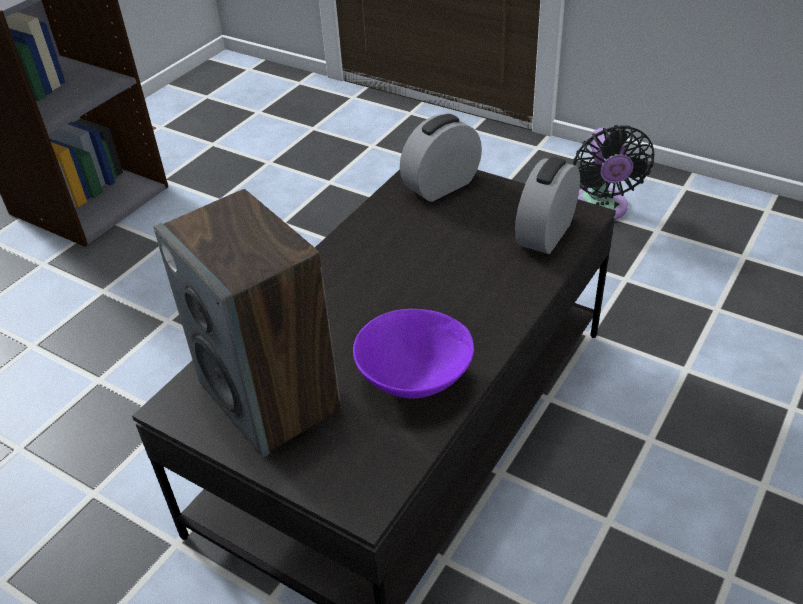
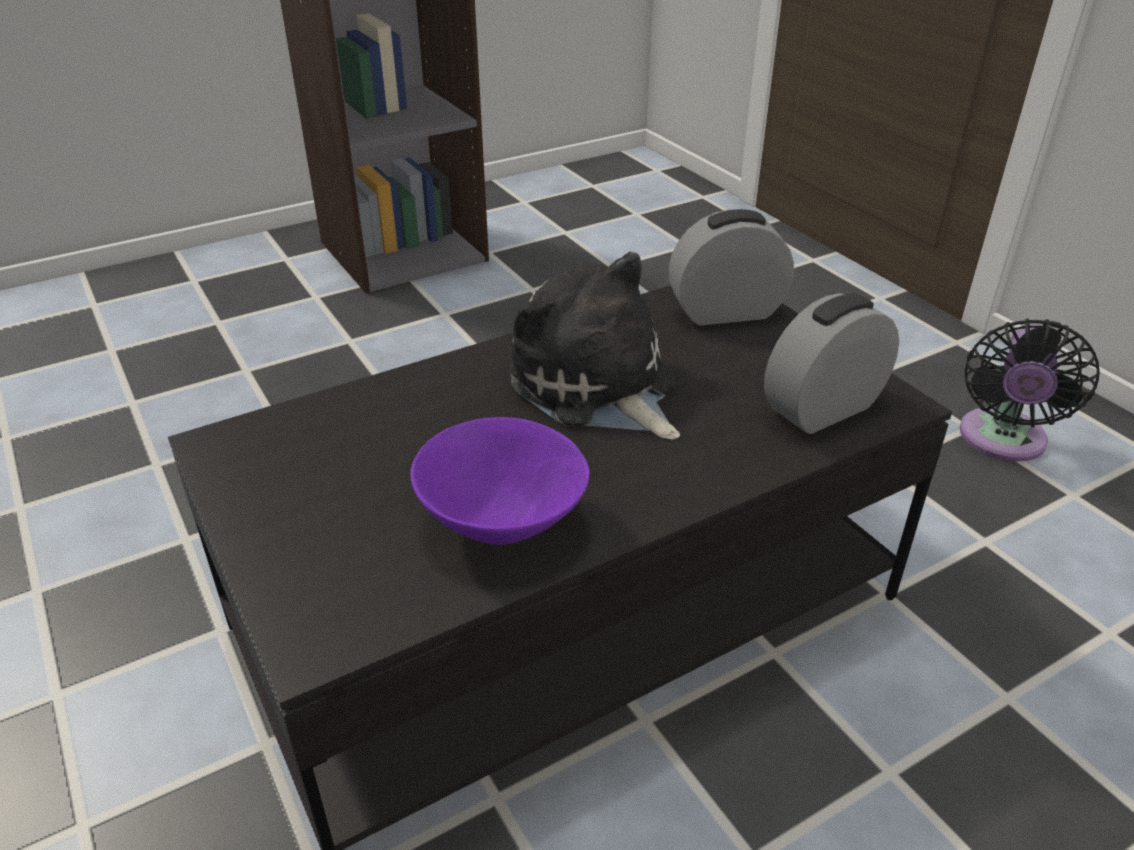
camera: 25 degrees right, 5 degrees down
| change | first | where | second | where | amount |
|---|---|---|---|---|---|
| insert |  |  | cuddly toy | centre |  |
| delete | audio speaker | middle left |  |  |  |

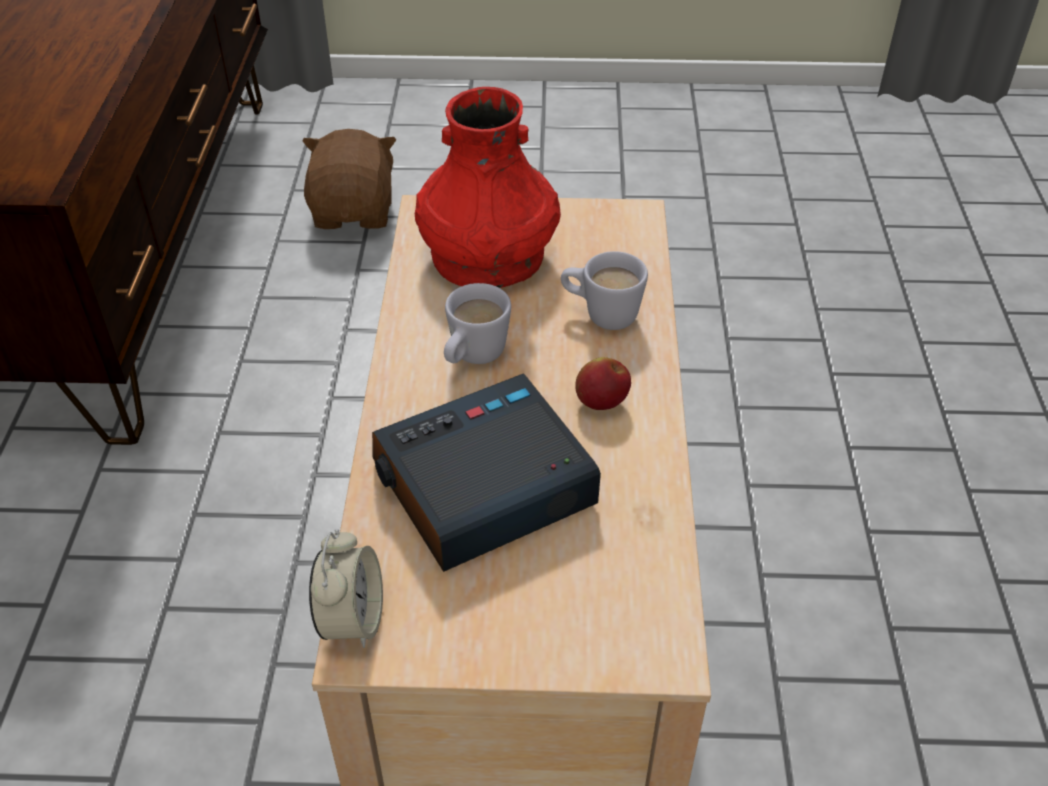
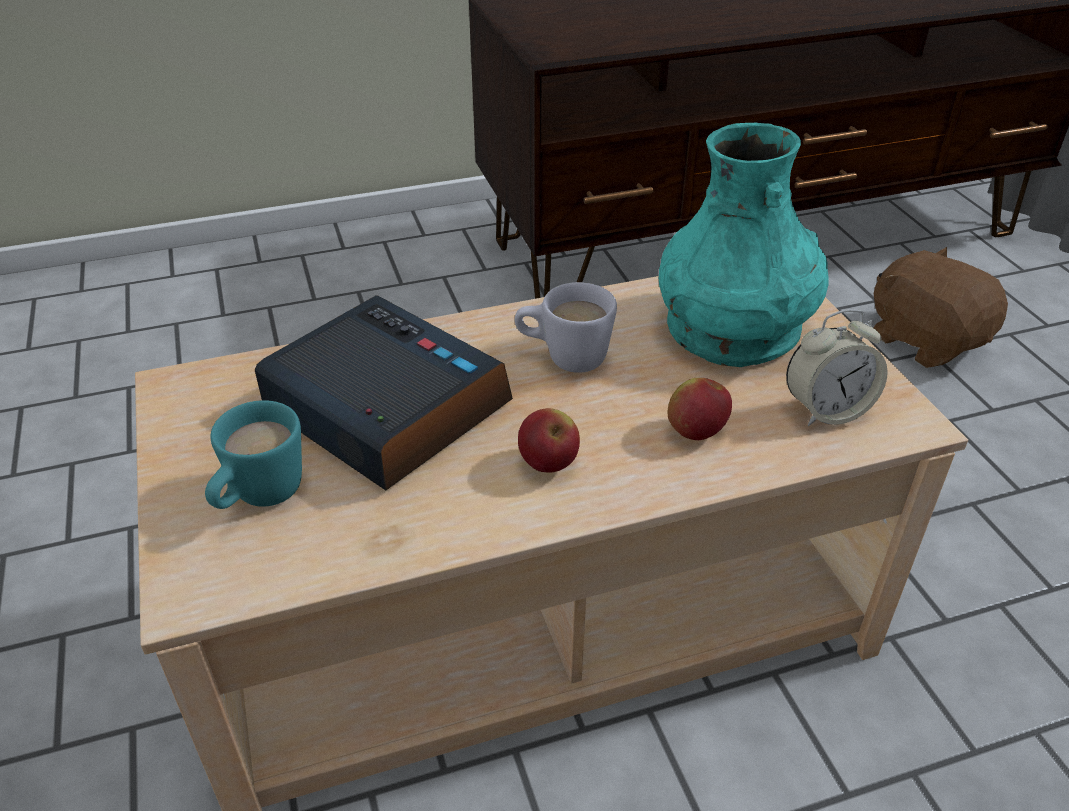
camera: 70 degrees right, 5 degrees down
| change | first | where | second | where | amount |
|---|---|---|---|---|---|
| insert |  |  | tea mug/blue-green | middle left |  |
| recolor | flower vase/reddish | top centre | flower vase/blue-green | top right |  |
| replace | tea mug/whitish (2nd from left) | centre | whole apple (2nd from left) | centre |  |
| move | bedside clock (1st from left in the first image) | bottom left | bedside clock (2nd from left) | middle right |  |
| rotate | cuddly toy/brown-coloured | top left |  | middle right | 105 degrees counterclockwise |

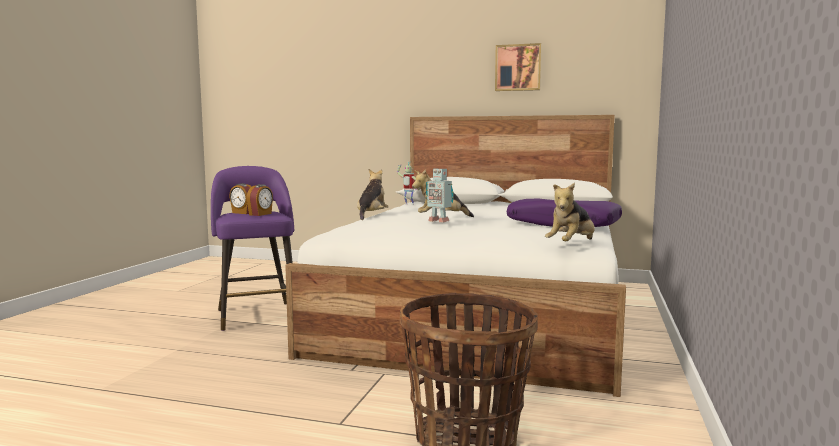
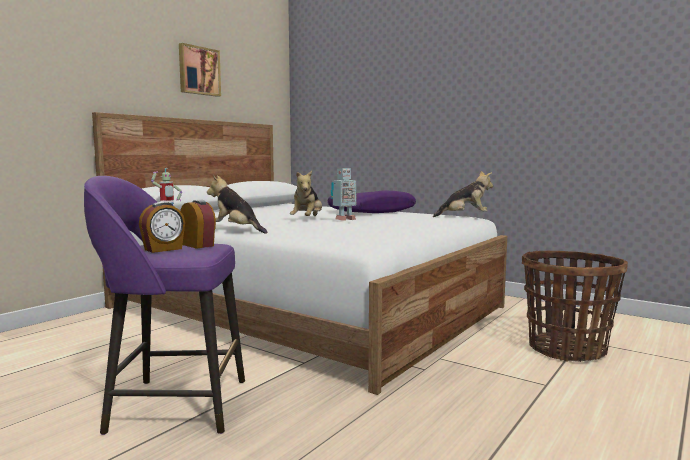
camera: 70 degrees left, 0 degrees up
| change | first | where | second | where | amount |
|---|---|---|---|---|---|
| rotate | cuddly toy (3rd from left) | middle right |  | middle right | 60 degrees counterclockwise |

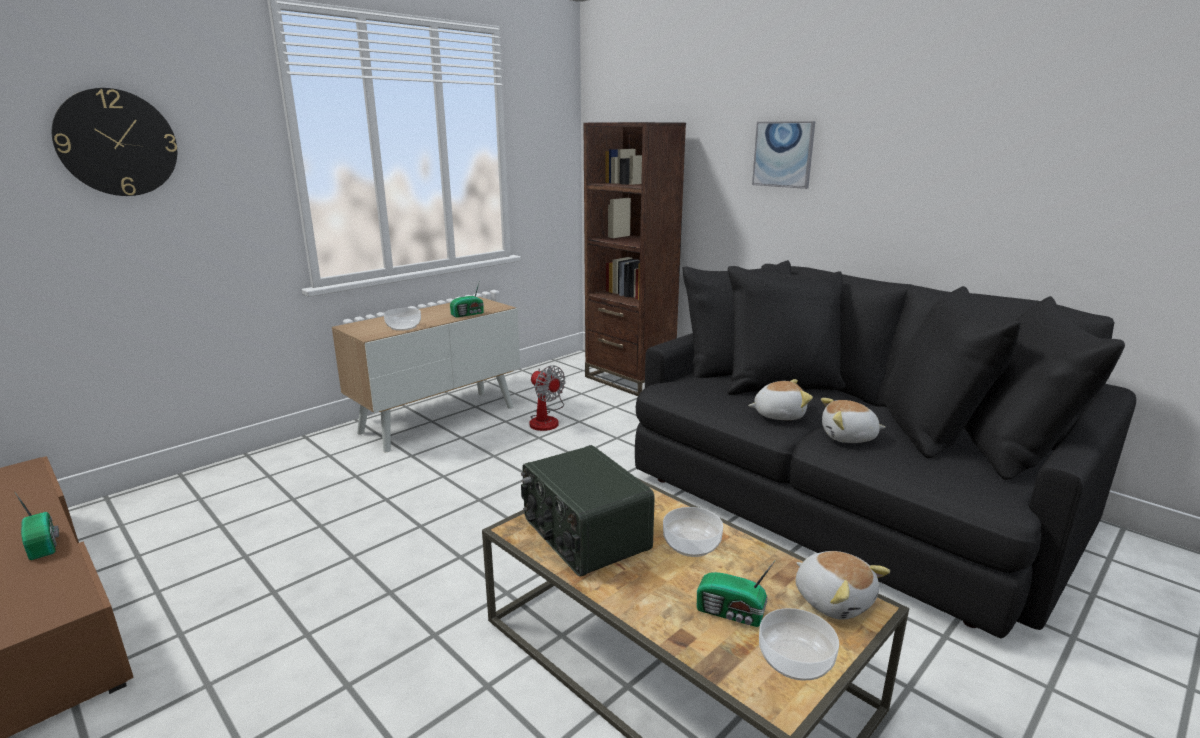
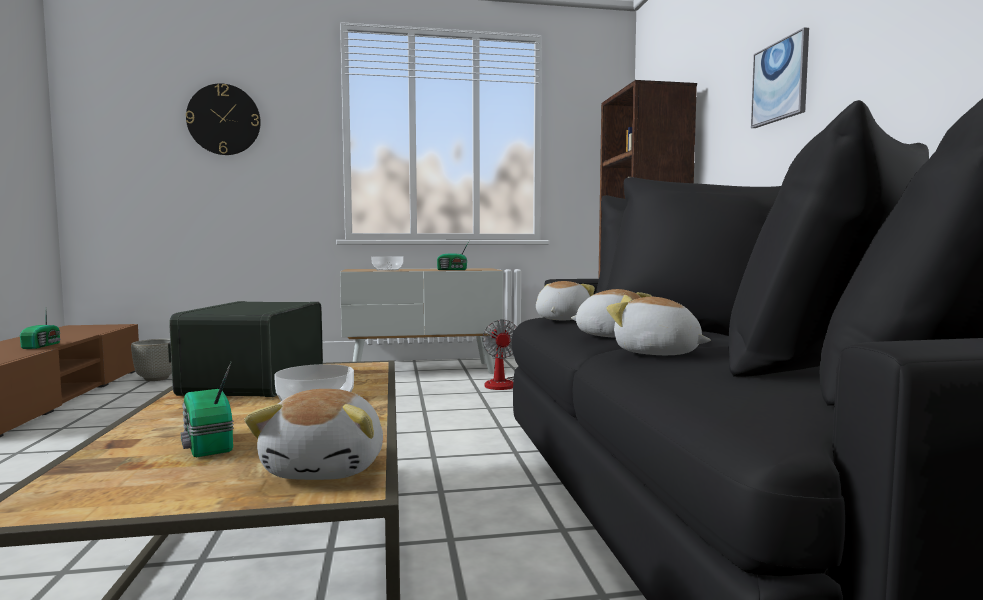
camera: 35 degrees right, 15 degrees down
| change | first | where | second | where | amount |
|---|---|---|---|---|---|
| insert |  |  | plant pot/greyish | middle left |  |
| insert |  |  | cuddly toy (2nd from left) | centre |  |
| delete | serving bowl (3rd from left) | bottom centre |  |  |  |

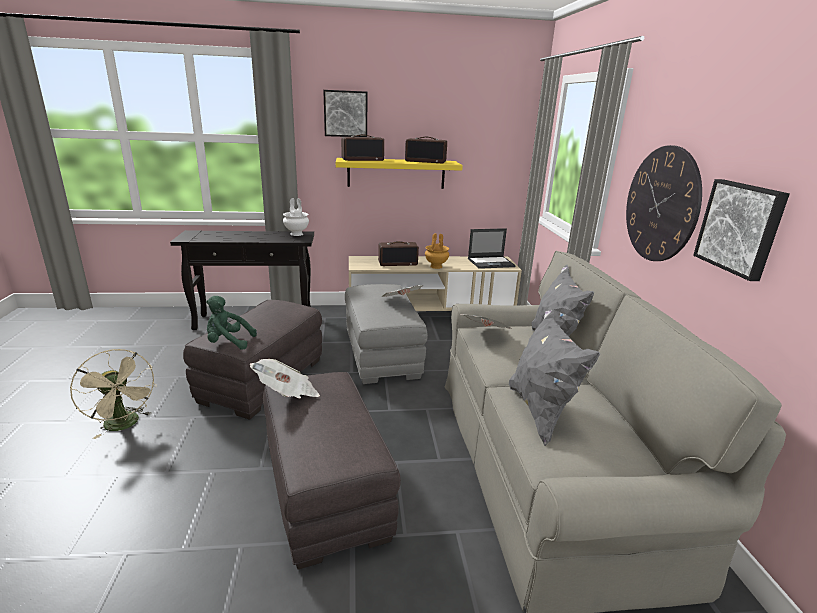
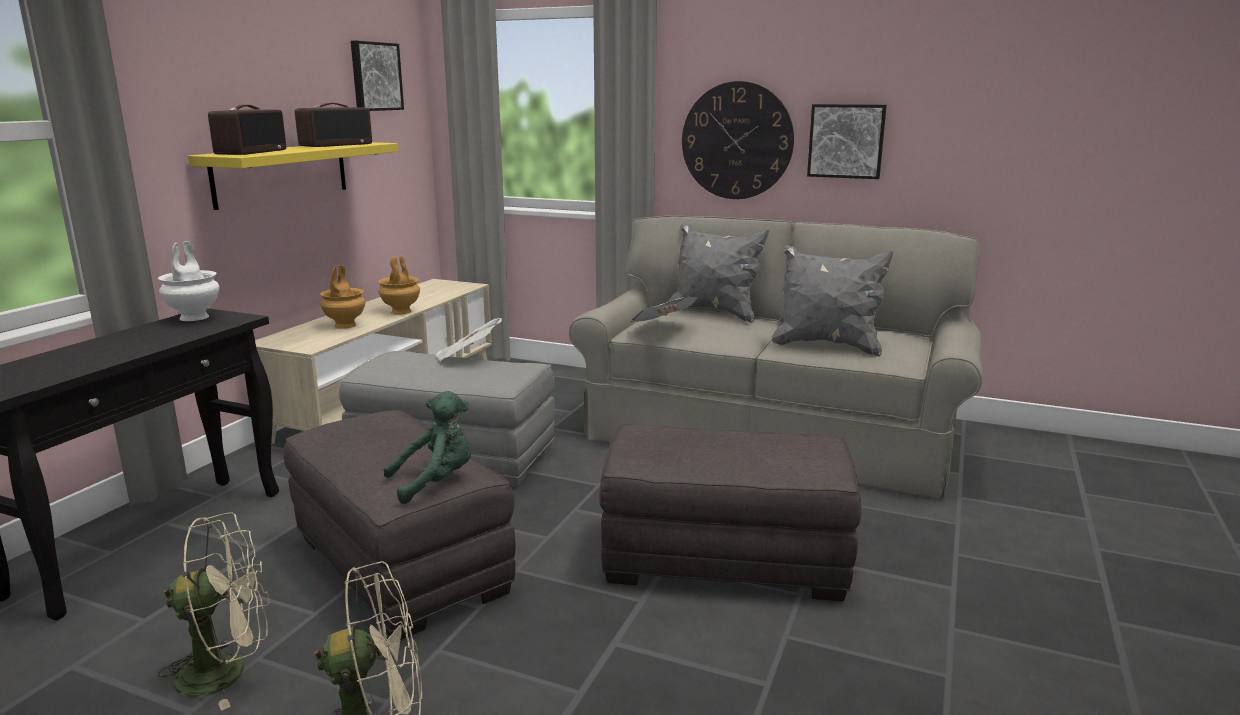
camera: 60 degrees left, 5 degrees down
| change | first | where | second | where | amount |
|---|---|---|---|---|---|
| insert |  |  | fan/beige-coloured (1st from left) | bottom left |  |
| replace | radio set (2nd from left) | centre | flower vase/brown-coloured (1st from left) | middle left |  |
| move | wall picture (1st from left) | top centre |  | top left |  |
| rotate | cuddly toy/green | middle left |  | centre | 150 degrees counterclockwise |
| delete | newspaper (1st from left) | centre |  |  |  |
| delete | laptop | centre |  |  |  |

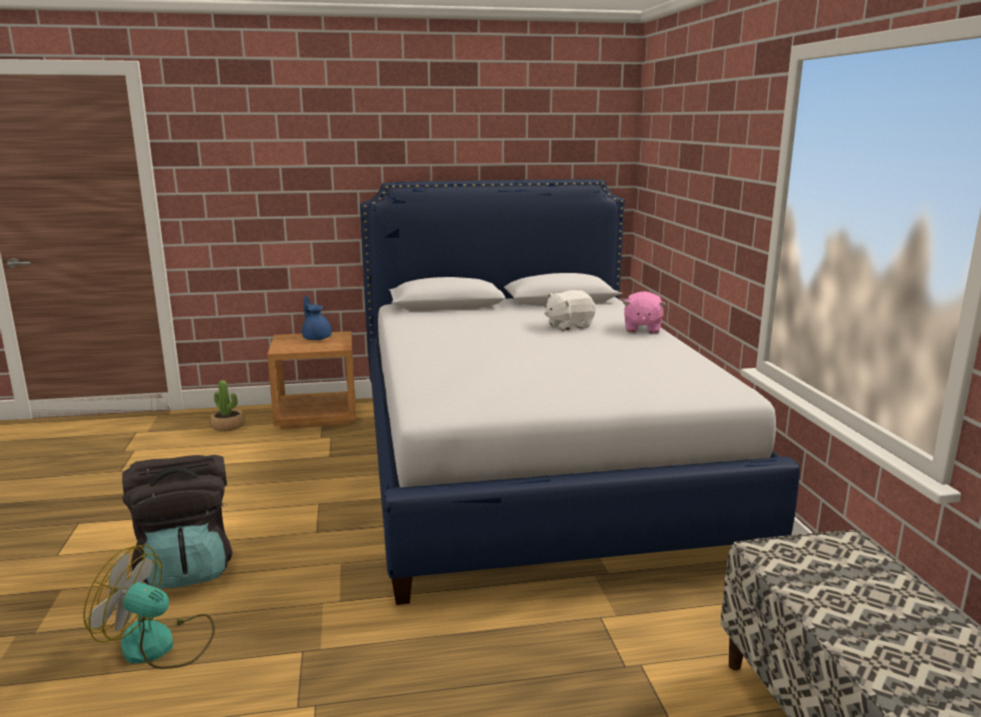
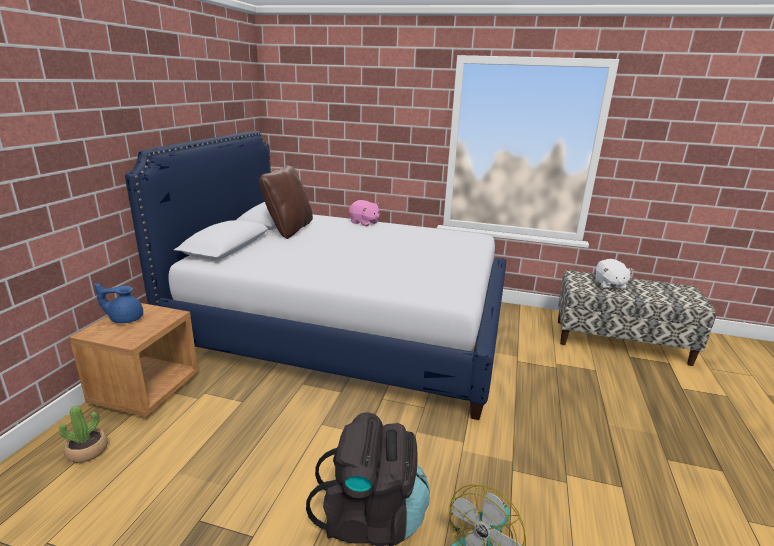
camera: 65 degrees left, 5 degrees up
| change | first | where | second | where | amount |
|---|---|---|---|---|---|
| insert |  |  | throw pillow/brown-coloured | centre |  |
| move | cuddly toy/whitish | centre |  | middle right |  |

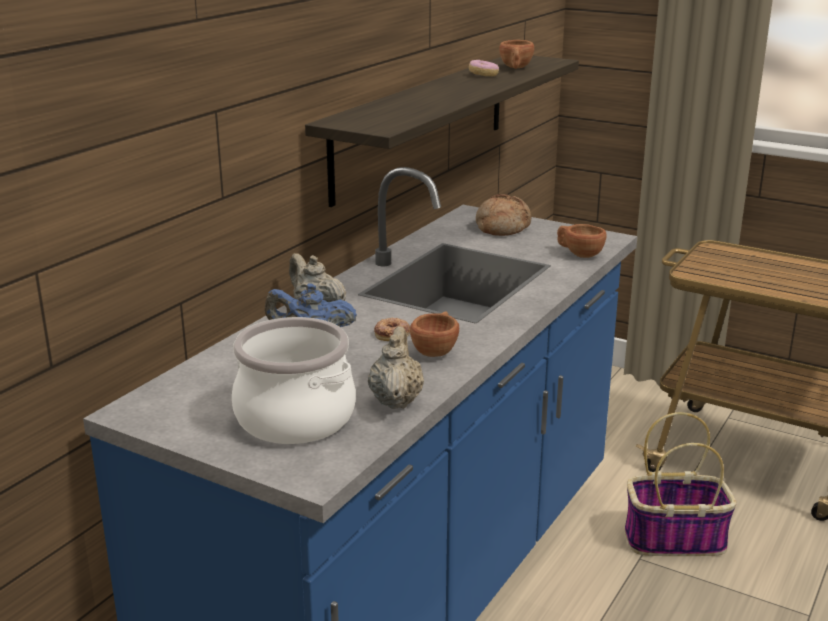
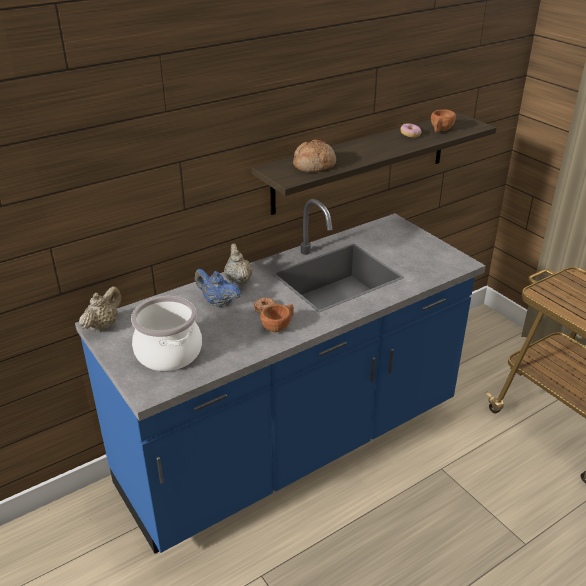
camera: 25 degrees right, 10 degrees up
| change | first | where | second | where | amount |
|---|---|---|---|---|---|
| move | pot for tea/beige-coloured (2nd from left in the first image) | centre | pot for tea/beige-coloured (1st from left) | middle left |  |
| move | bread | centre |  | top centre |  |
| delete | small cup/brown-coloured (3rd from left) | middle right |  |  |  |
| delete | household basket | bottom right |  |  |  |

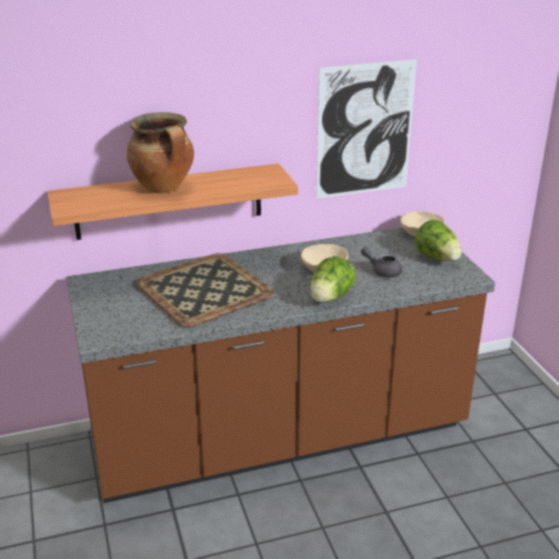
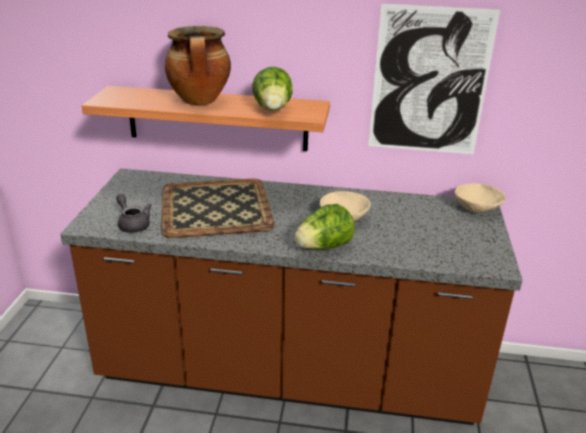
camera: 25 degrees right, 0 degrees up
| change | first | where | second | where | amount |
|---|---|---|---|---|---|
| move | pot for tea/greyish | middle right |  | middle left |  |
| move | lettuce (2nd from left in the first image) | middle right | lettuce (1st from left) | top centre |  |

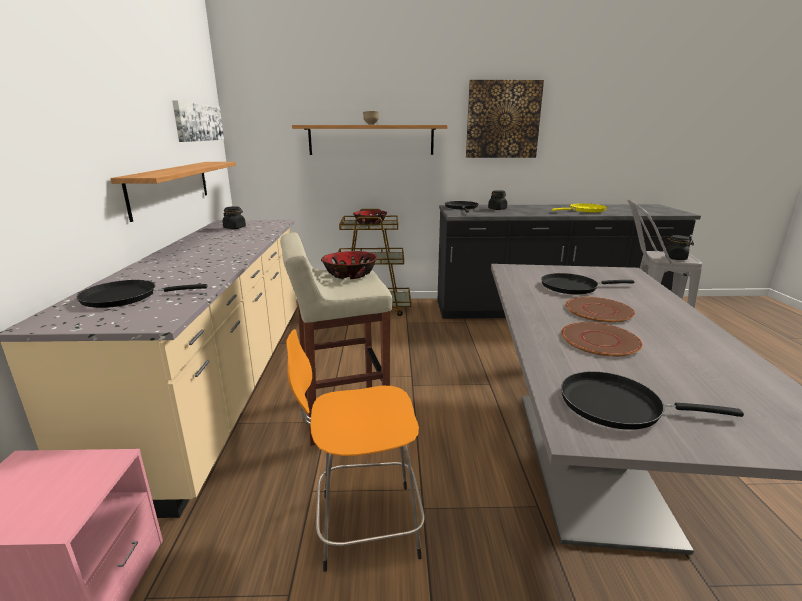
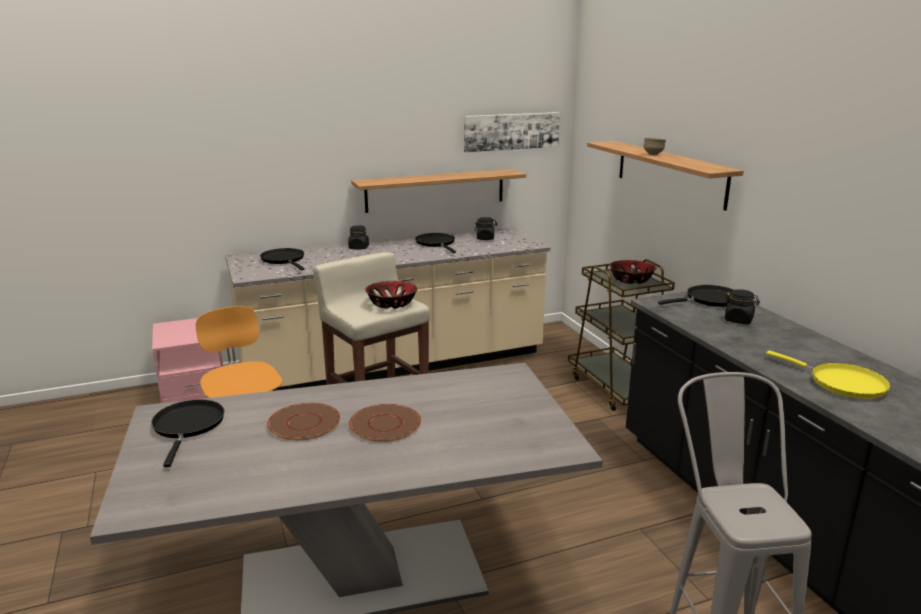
camera: 70 degrees right, 0 degrees up
| change | first | where | second | where | amount |
|---|---|---|---|---|---|
| move | storage jar/black (3rd from left in the first image) | middle right | storage jar/black (1st from left) | centre |  |
| move | frying pan/black (3rd from left) | middle right |  | centre |  |
| delete | wall picture (2nd from left) | top centre |  |  |  |

